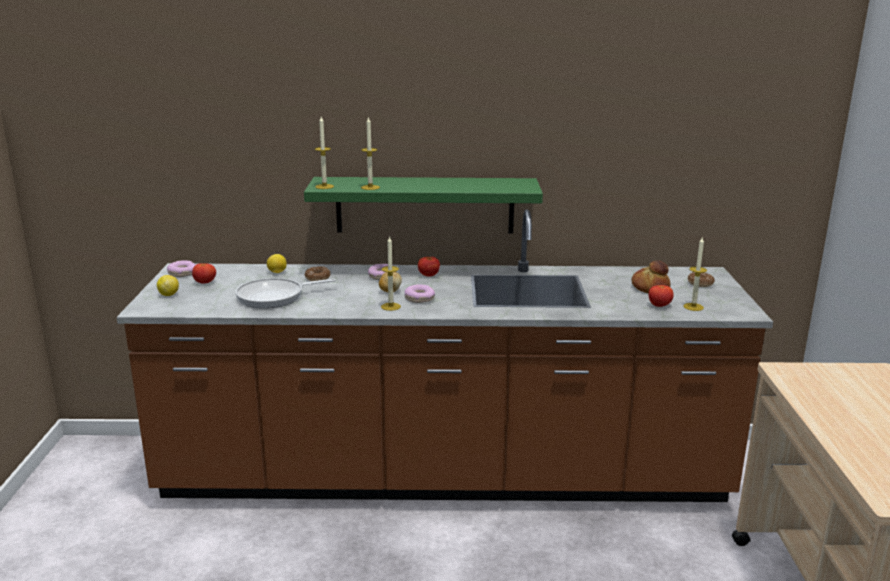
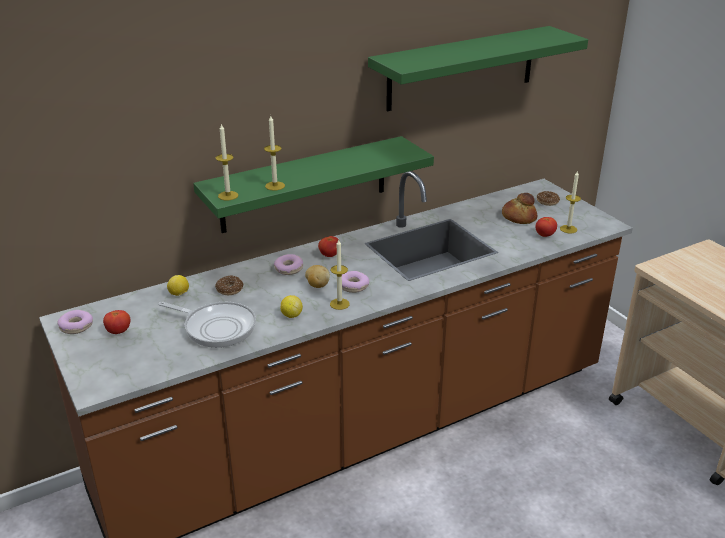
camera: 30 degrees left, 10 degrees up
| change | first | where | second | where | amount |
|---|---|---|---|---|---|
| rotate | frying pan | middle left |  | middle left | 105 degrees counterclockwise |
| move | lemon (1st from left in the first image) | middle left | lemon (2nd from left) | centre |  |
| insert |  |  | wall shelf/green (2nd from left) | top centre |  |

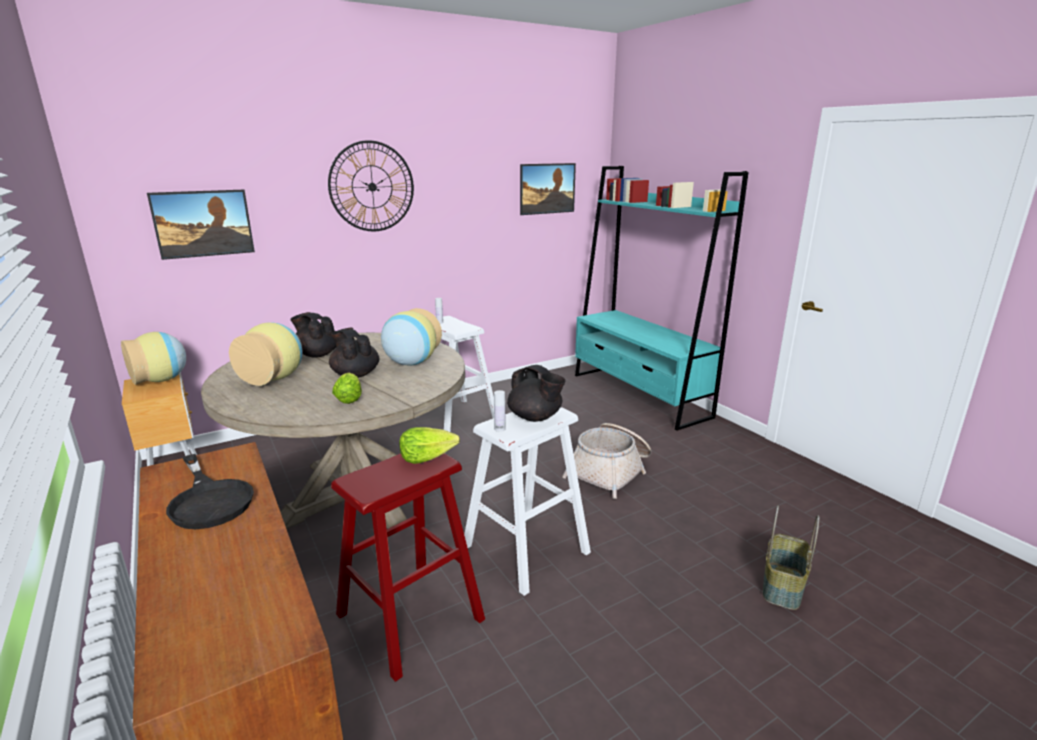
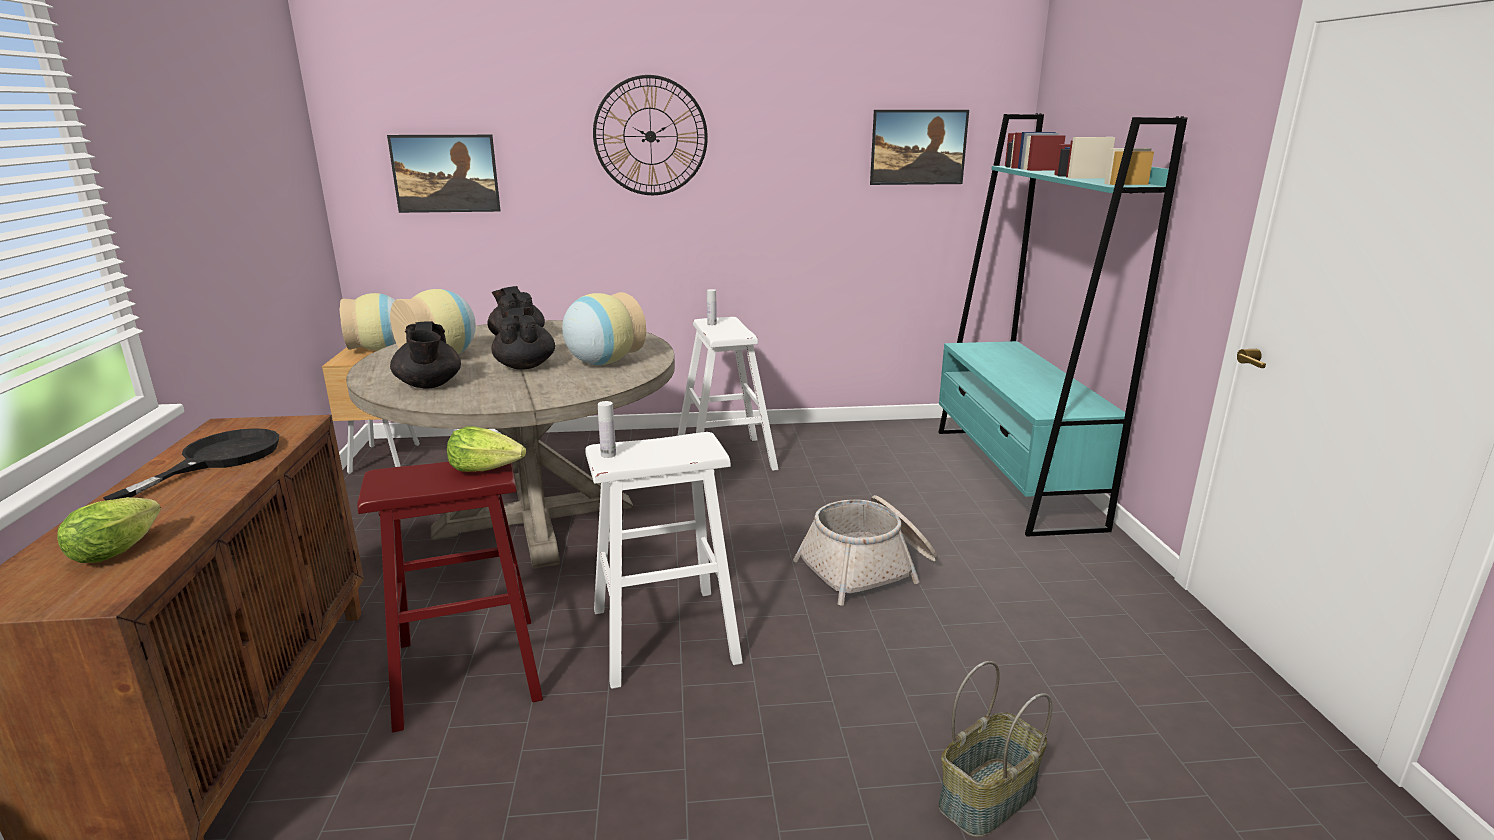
camera: 25 degrees right, 0 degrees up
| change | first | where | second | where | amount |
|---|---|---|---|---|---|
| move | lettuce (1st from left) | centre |  | middle left |  |
| rotate | frying pan/black | middle left |  | middle left | 150 degrees counterclockwise |
| move | pot for tea/black (3rd from left in the first image) | centre | pot for tea/black (1st from left) | middle left |  |

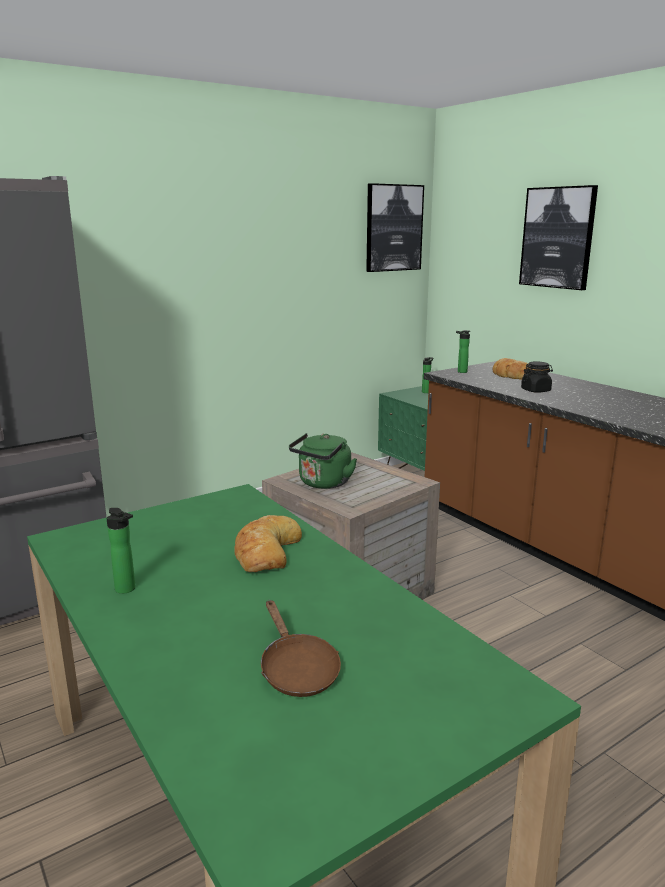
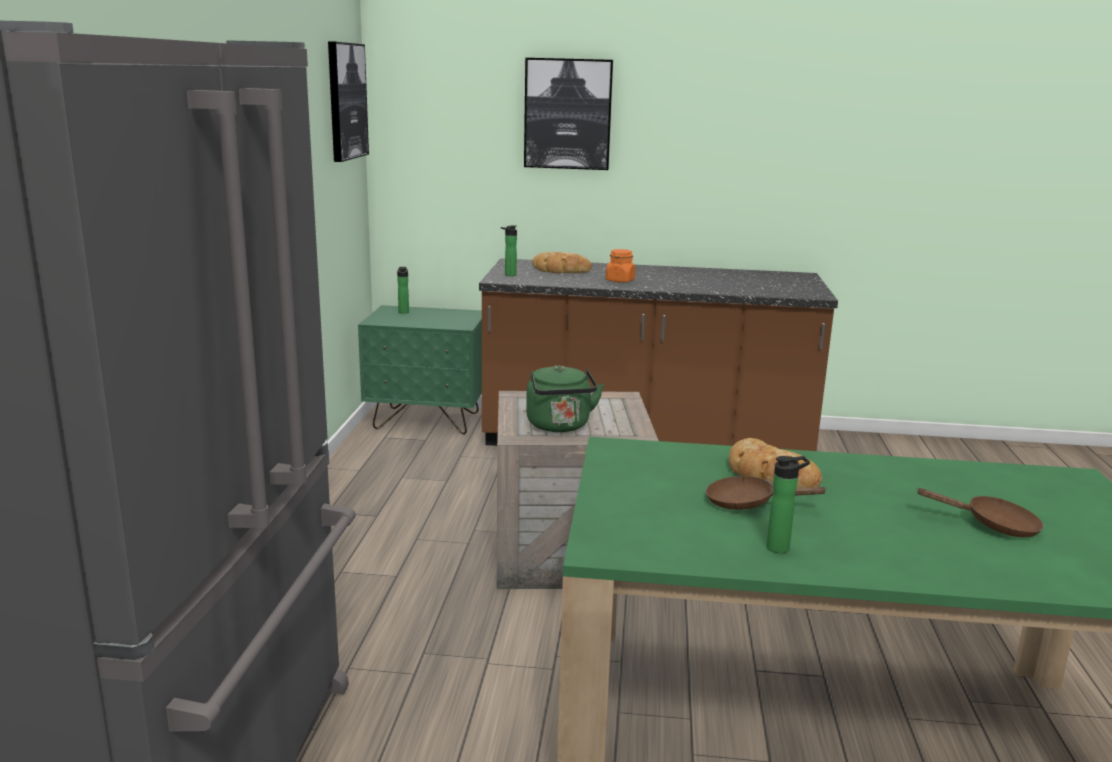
camera: 50 degrees left, 0 degrees up
| change | first | where | second | where | amount |
|---|---|---|---|---|---|
| recolor | storage jar/black | middle right | storage jar/orange | centre |  |
| insert |  |  | frying pan/brown-coloured (1st from left) | middle right |  |

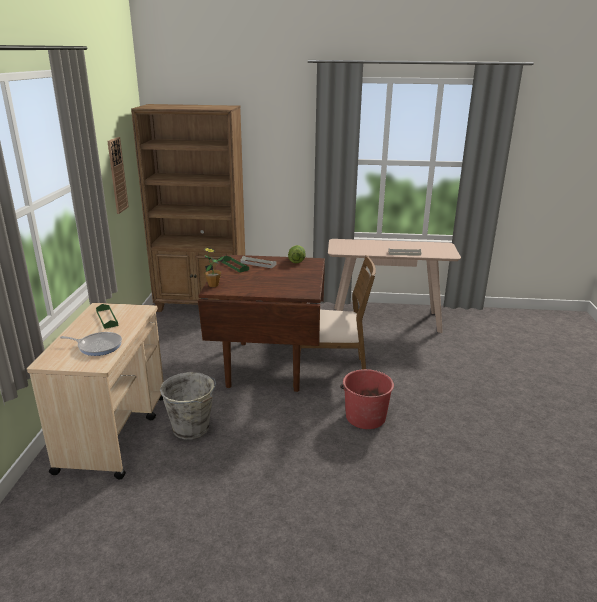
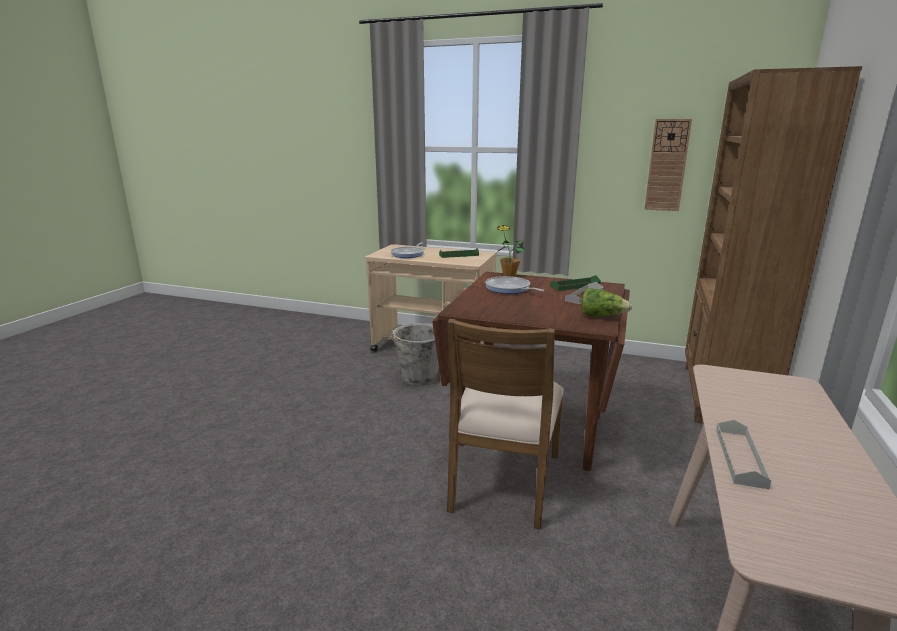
camera: 105 degrees right, 5 degrees down
| change | first | where | second | where | amount |
|---|---|---|---|---|---|
| insert |  |  | frying pan (2nd from left) | centre |  |
| delete | water bucket/reddish | centre |  |  |  |

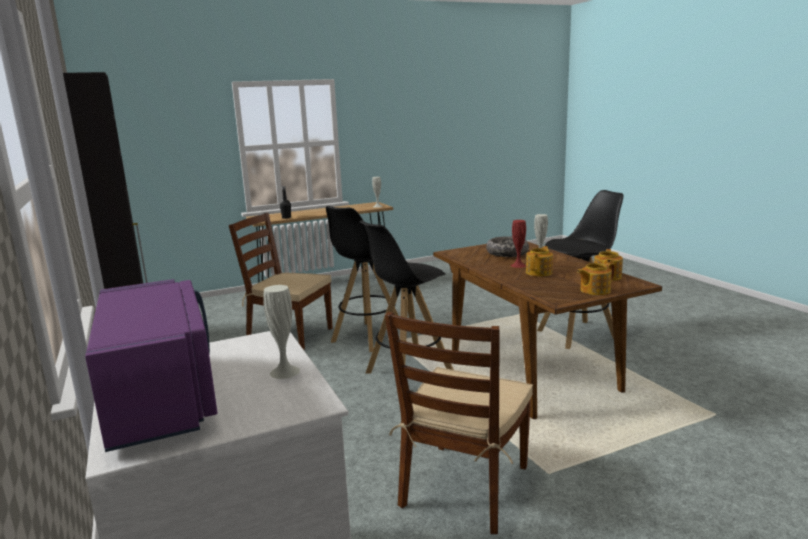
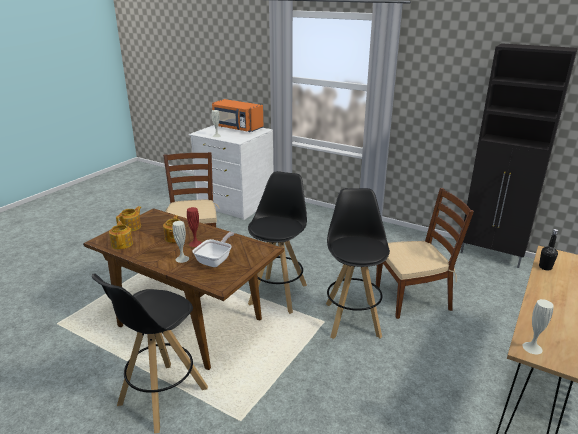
camera: 145 degrees right, 10 degrees up
| change | first | where | second | where | amount |
|---|---|---|---|---|---|
| replace | serving bowl | centre | frying pan | centre |  |
| recolor | kitchen microwave/purple-coloured | bottom left | kitchen microwave/orange | top centre |  |

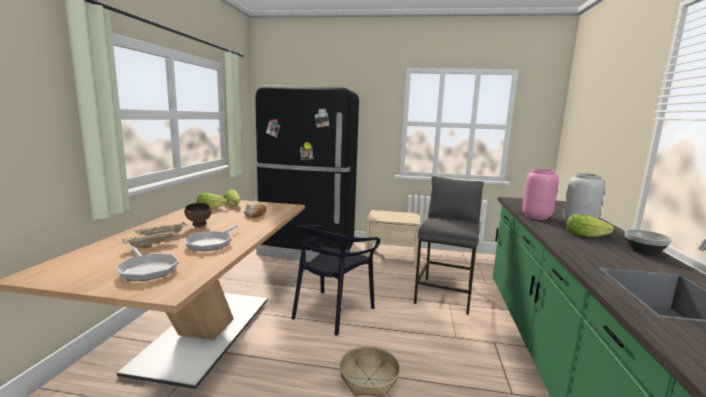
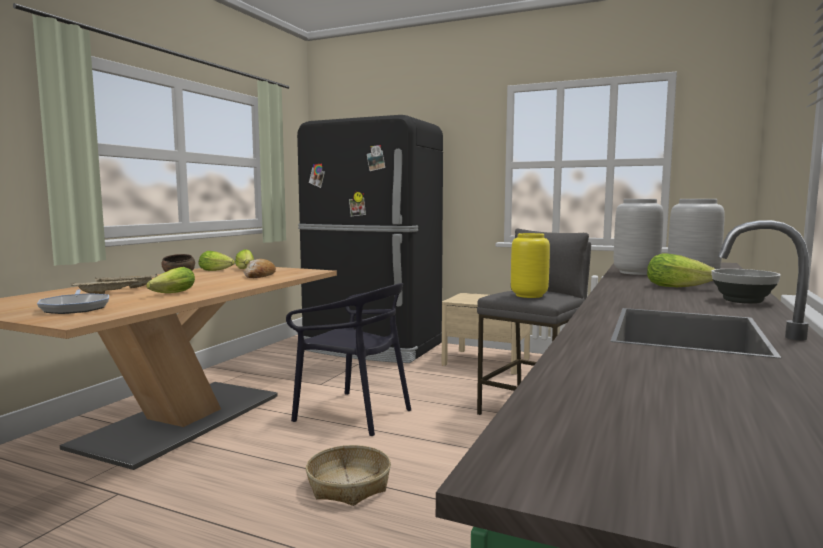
camera: 15 degrees right, 5 degrees down
| change | first | where | second | where | amount |
|---|---|---|---|---|---|
| replace | frying pan (2nd from left) | middle left | lettuce (1st from left) | middle left |  |
| rotate | upright chair/black | bottom centre |  | centre | 105 degrees counterclockwise |
| insert |  |  | flower vase/yellowish | centre |  |
| recolor | flower vase/pink-coloured | middle right | flower vase/greyish (1st from left) | middle right |  |

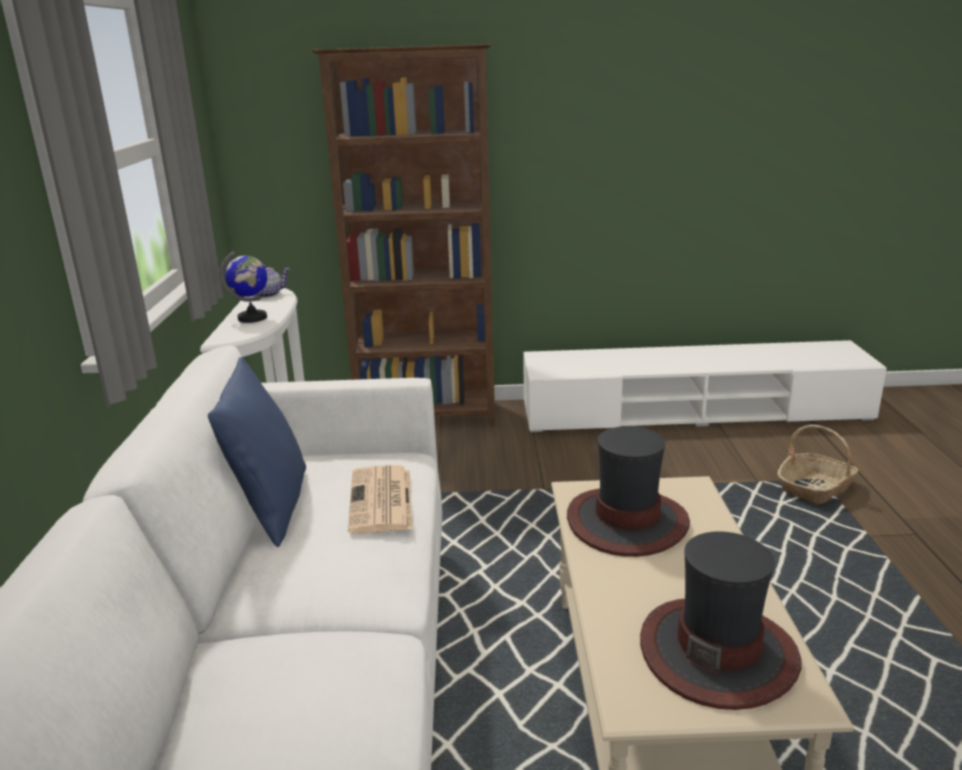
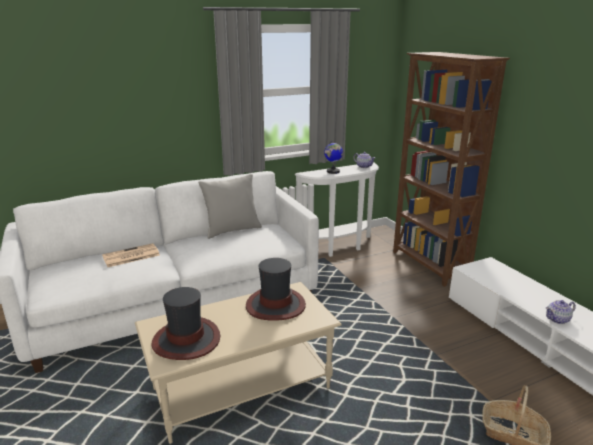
camera: 65 degrees right, 0 degrees up
| change | first | where | second | where | amount |
|---|---|---|---|---|---|
| move | newspaper | centre |  | middle left |  |
| recolor | throw pillow/blue-coloured | middle left | throw pillow/greyish | centre |  |
| insert |  |  | pot for tea (2nd from left) | bottom right |  |

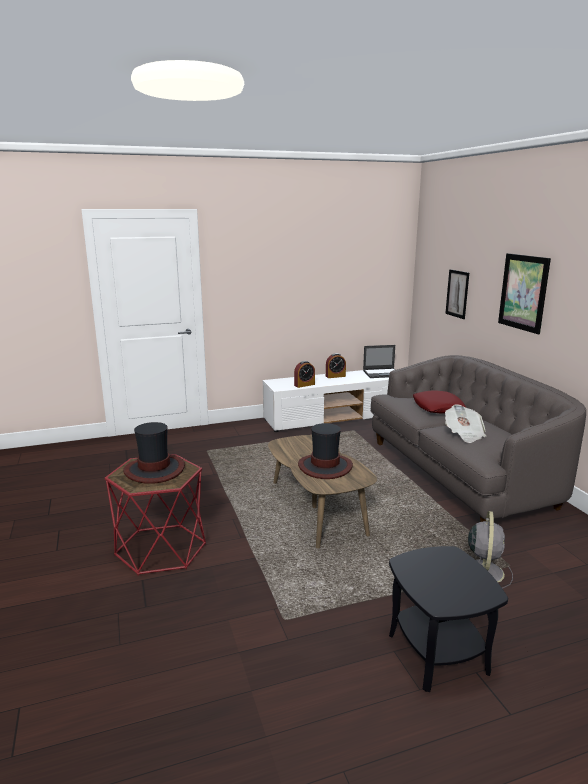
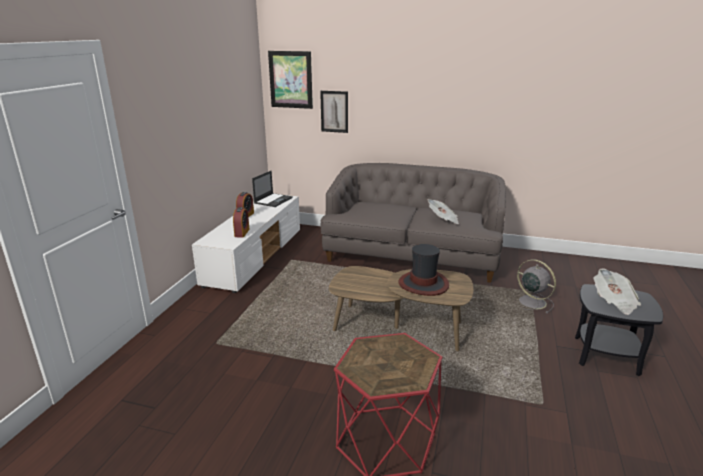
camera: 55 degrees left, 5 degrees up
| change | first | where | second | where | amount |
|---|---|---|---|---|---|
| move | wall picture (2nd from left in the first image) | middle right | wall picture (1st from left) | top centre |  |
| insert |  |  | newspaper (2nd from left) | middle right |  |
| delete | hat (1st from left) | middle left |  |  |  |
| delete | throw pillow/reddish | middle right |  |  |  |

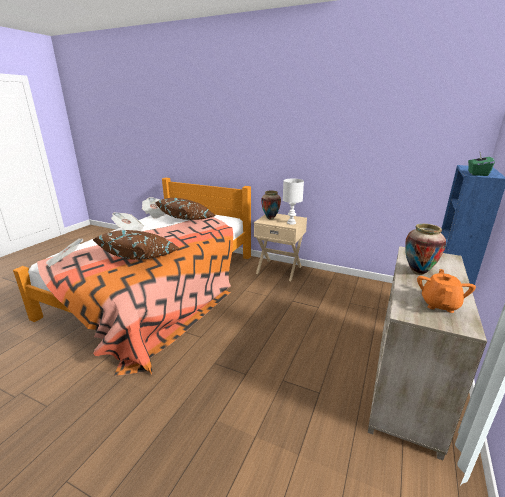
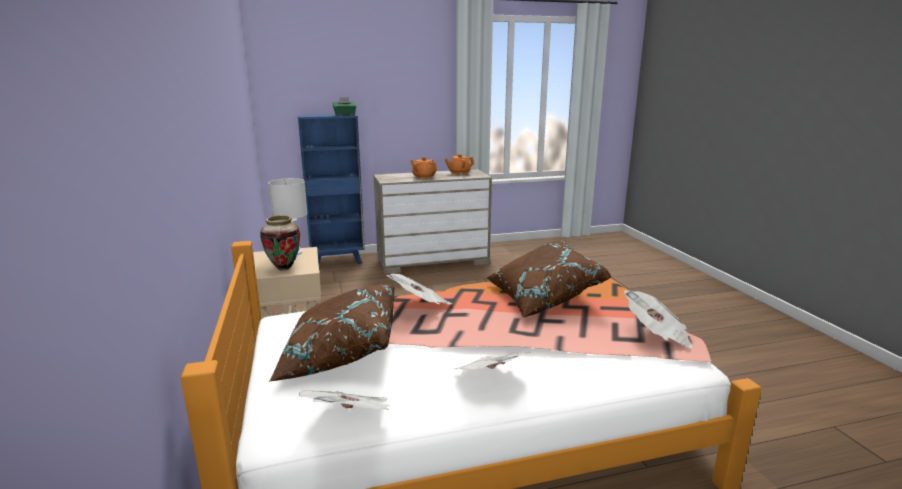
camera: 130 degrees left, 5 degrees down
| change | first | where | second | where | amount |
|---|---|---|---|---|---|
| insert |  |  | newspaper (2nd from left) | centre |  |
| replace | flower vase (2nd from left) | middle right | pot for tea/orange (1st from left) | centre |  |

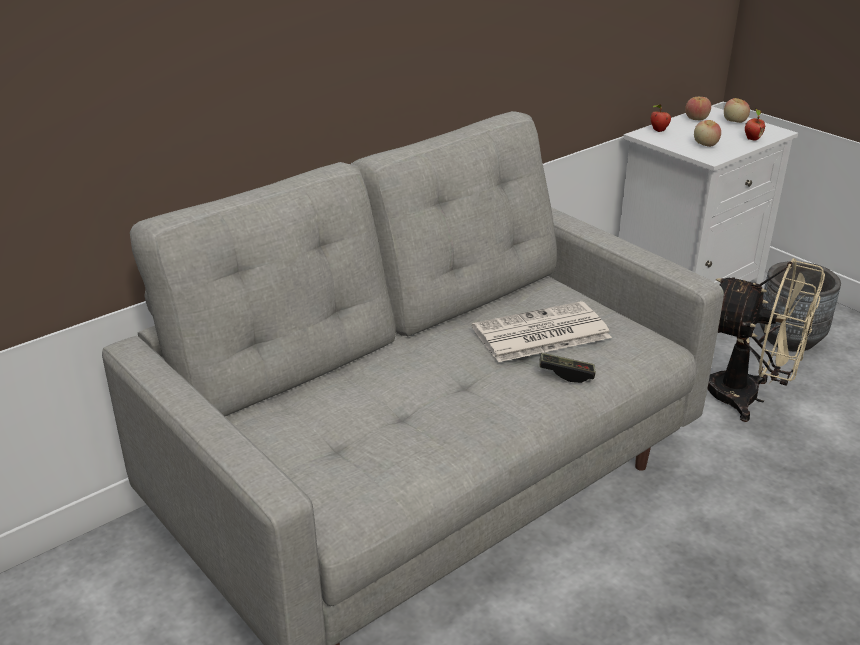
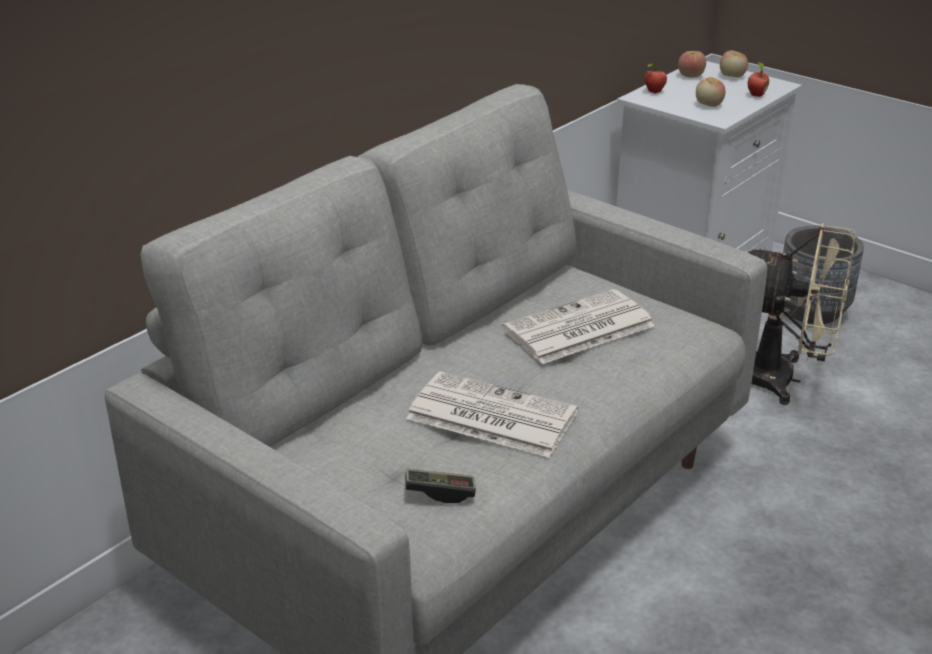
camera: 10 degrees left, 0 degrees up
| change | first | where | second | where | amount |
|---|---|---|---|---|---|
| move | game controller | centre |  | bottom centre |  |
| insert |  |  | newspaper (1st from left) | centre |  |

